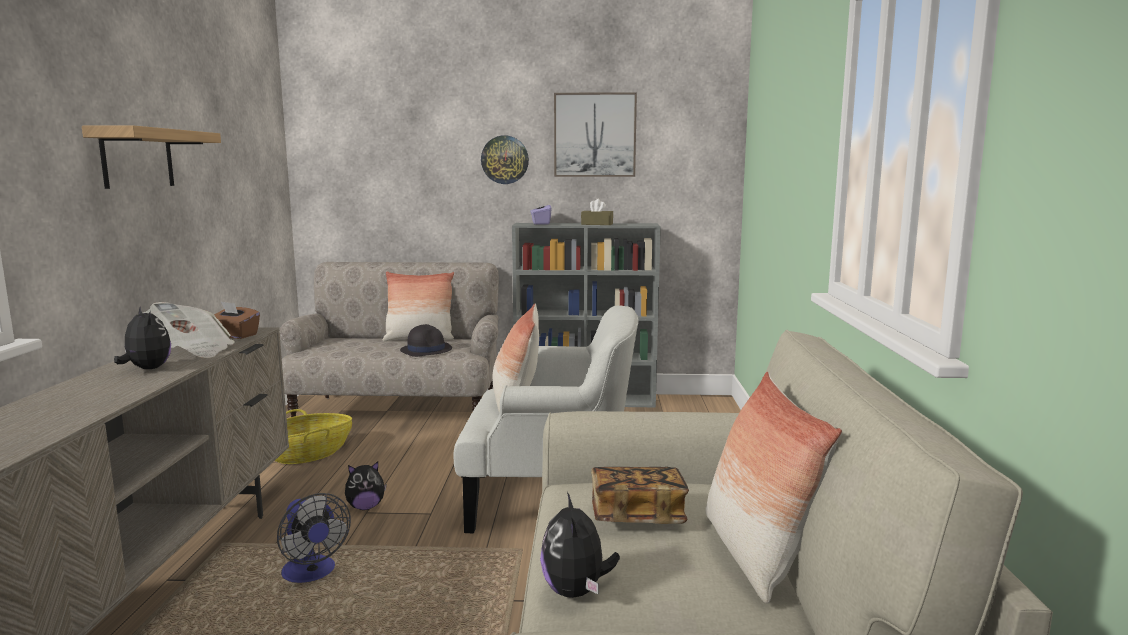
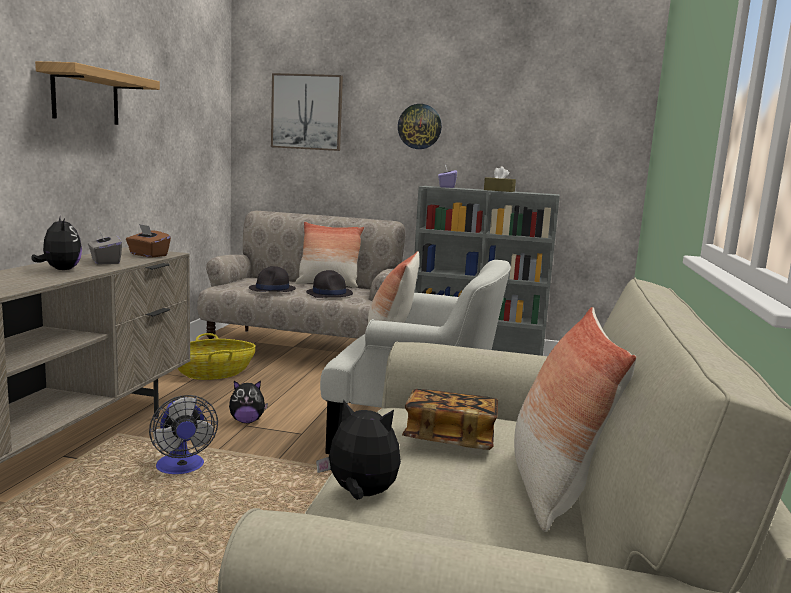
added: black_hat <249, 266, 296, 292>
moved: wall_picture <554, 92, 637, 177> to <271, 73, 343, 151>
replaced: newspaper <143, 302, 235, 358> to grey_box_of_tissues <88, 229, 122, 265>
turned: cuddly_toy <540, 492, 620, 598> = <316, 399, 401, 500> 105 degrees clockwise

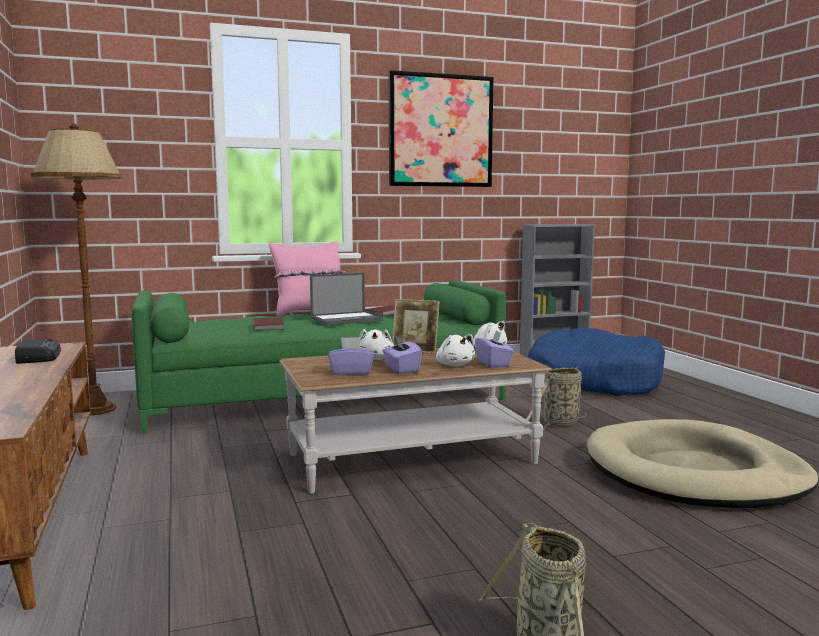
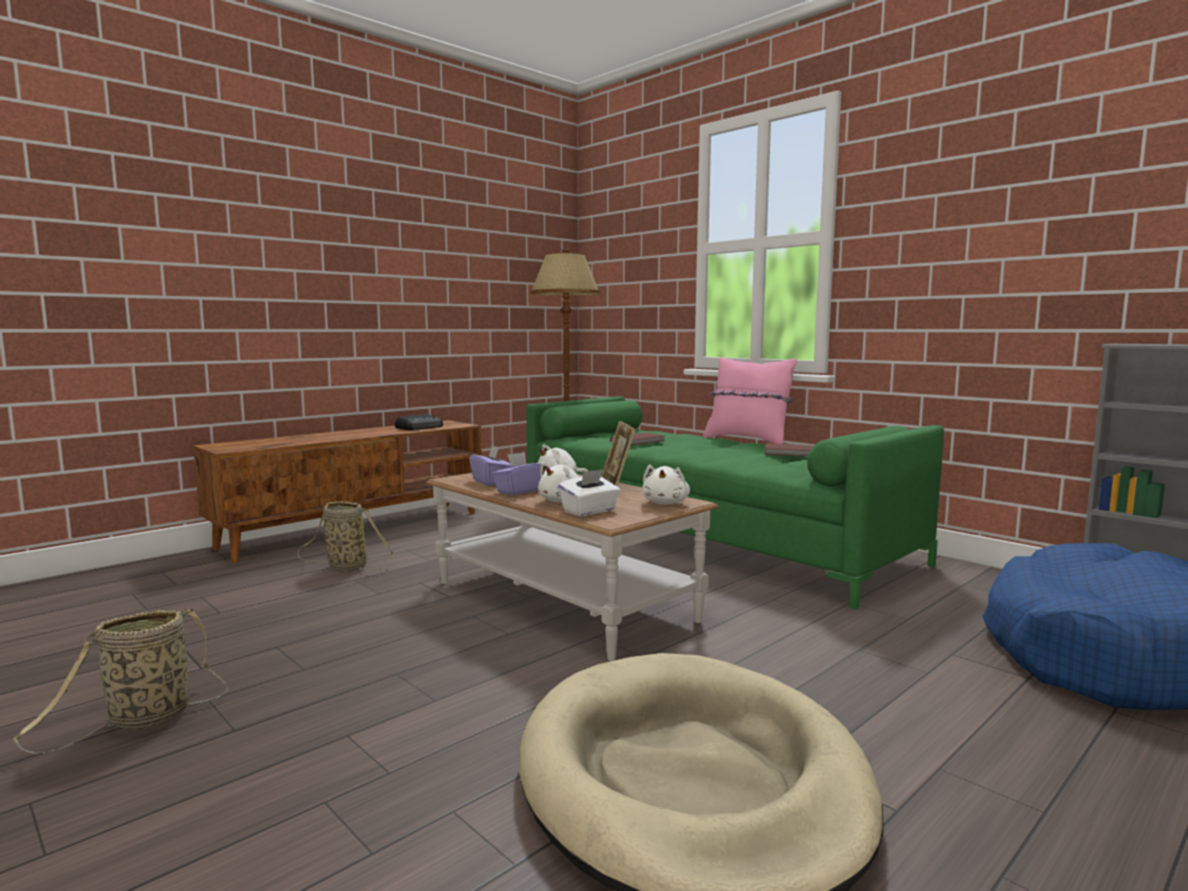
removed: notebook_computer <310, 273, 383, 325>; wall_picture <389, 70, 494, 187>
moved: basket <526, 367, 587, 430> to <298, 501, 394, 572>
recoloured: purple-coloured_box_of_tissues <475, 330, 514, 368> to white-coloured_box_of_tissues <558, 469, 621, 516>

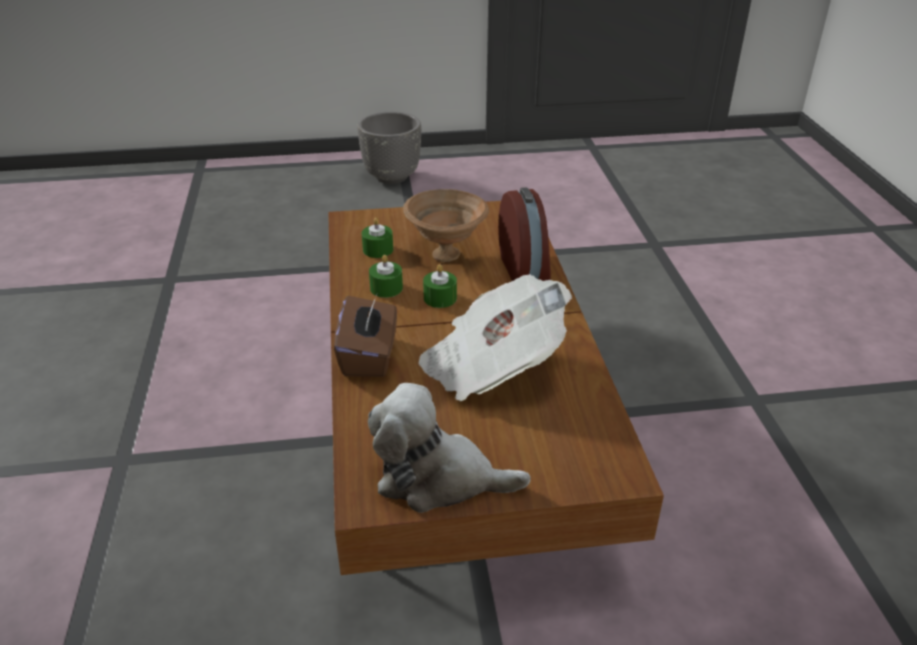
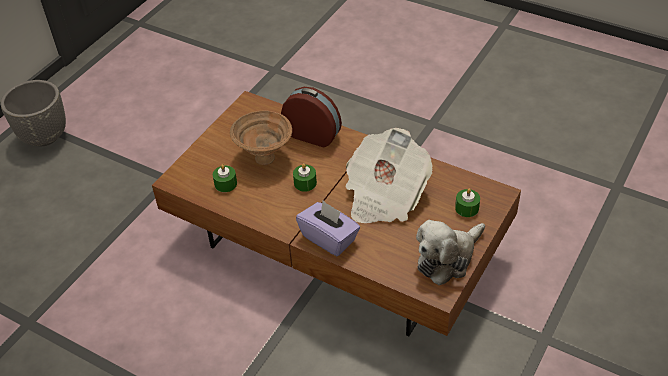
moved: green-coloured_wax_candle <369, 255, 403, 298> to <455, 188, 480, 217>
recoloured: brownish_box_of_tissues <334, 296, 397, 377> to purple-coloured_box_of_tissues <296, 201, 360, 256>

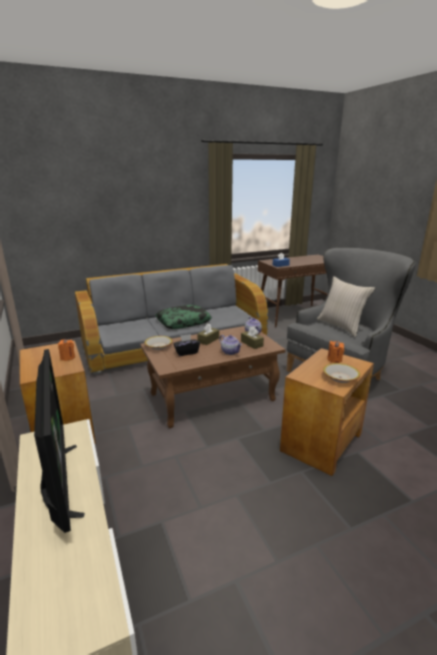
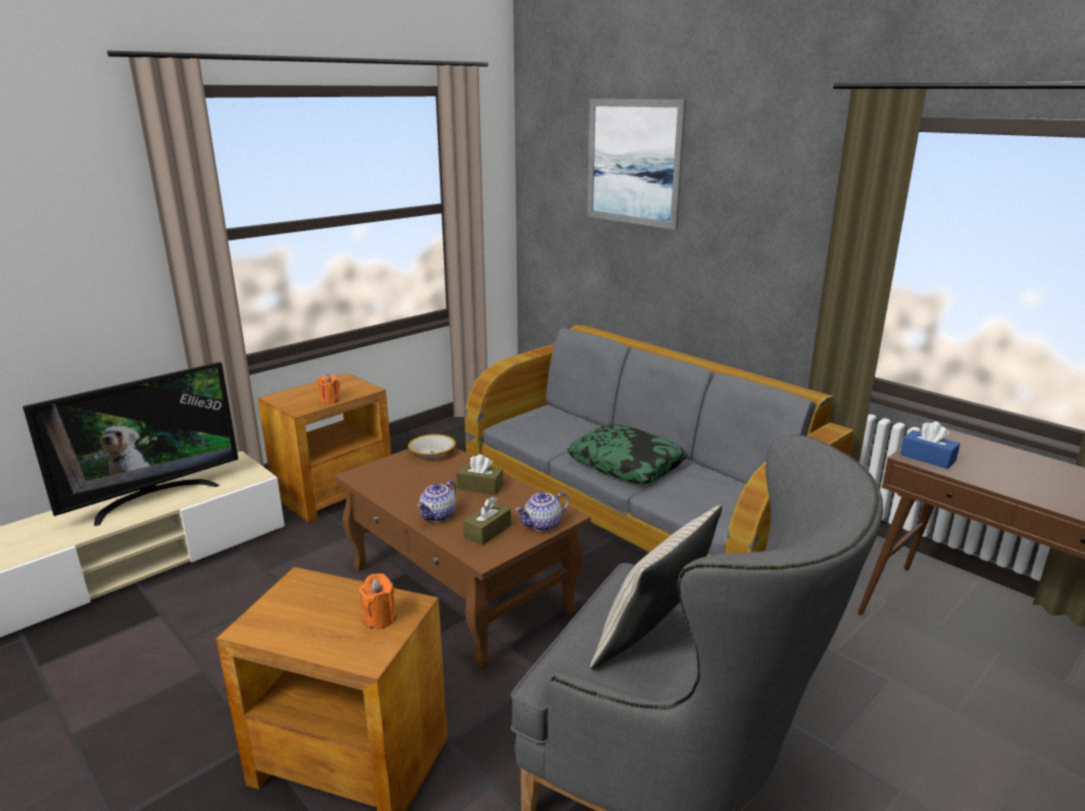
removed: black_box_of_tissues <173, 334, 200, 356>; bowl <323, 363, 360, 383>
added: wall_picture <587, 99, 686, 230>

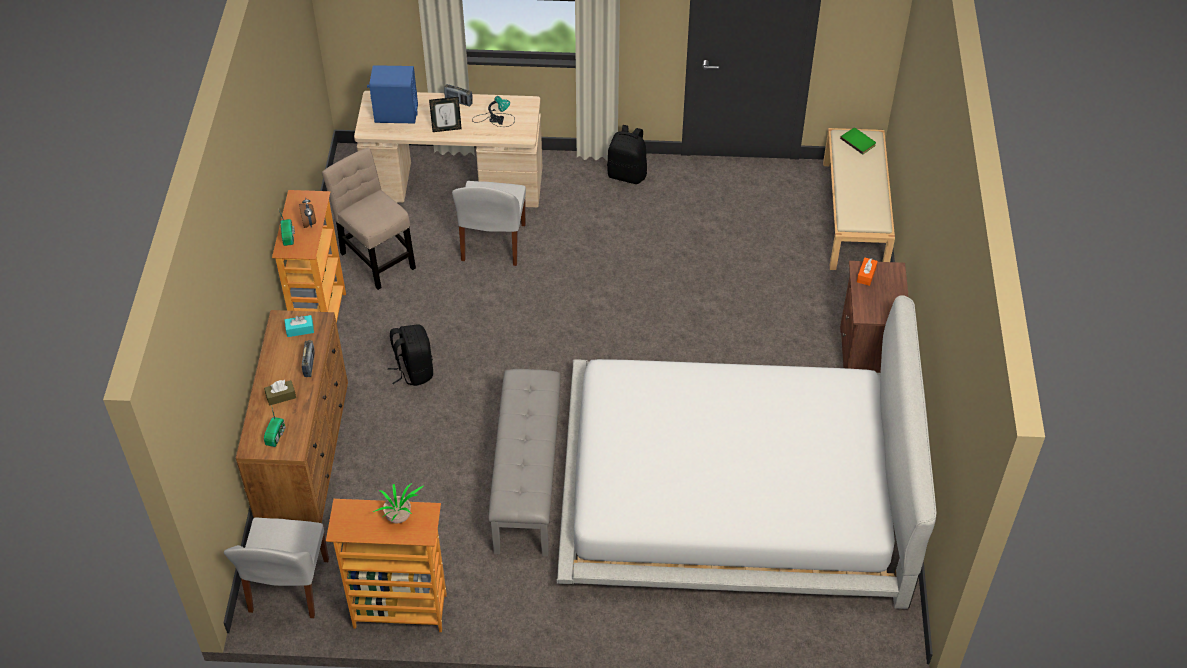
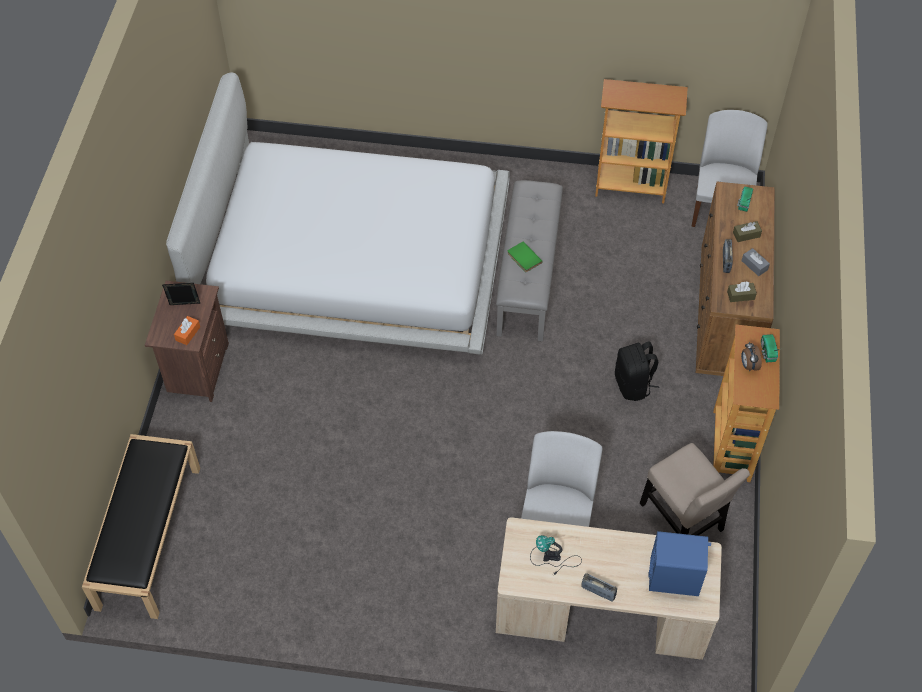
removed: plant_in_a_pot <373, 483, 424, 523>; black_rucksack <607, 125, 647, 184>
added: grey_box_of_tissues <741, 248, 770, 276>
moved: standing_frame <429, 97, 462, 132> to <162, 283, 201, 305>; green-coloured_volume <840, 128, 876, 155> to <508, 241, 542, 272>
recoloured: turquoise-coloured_box_of_tissues <285, 315, 314, 337> to brownish_box_of_tissues <727, 281, 757, 302>; beige-coloured_indoor_bench <823, 128, 895, 270> to black_indoor_bench <82, 434, 200, 619>

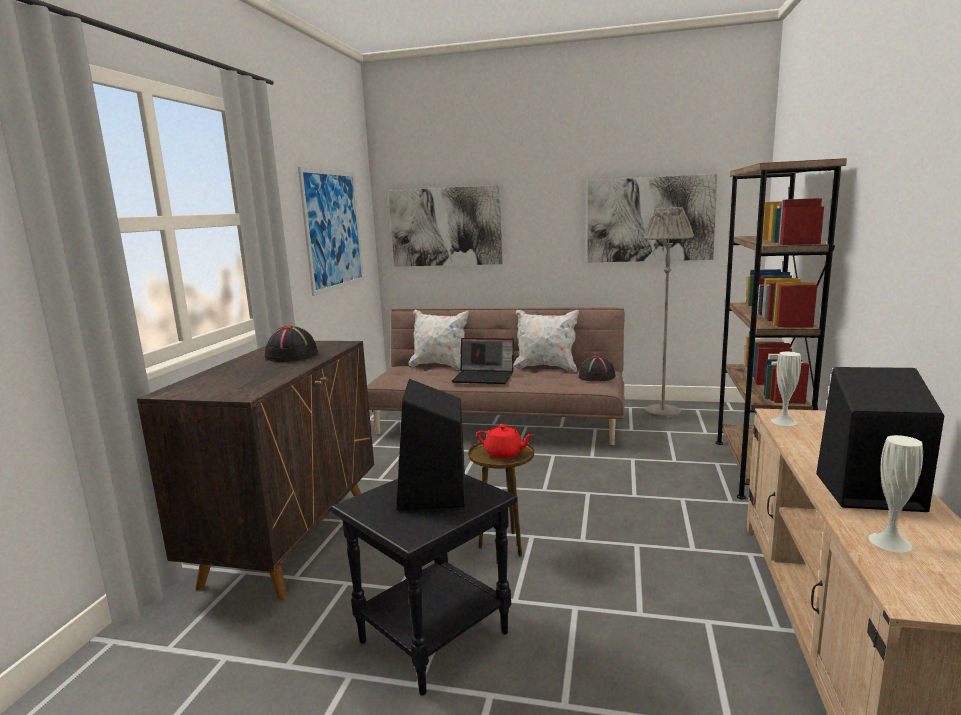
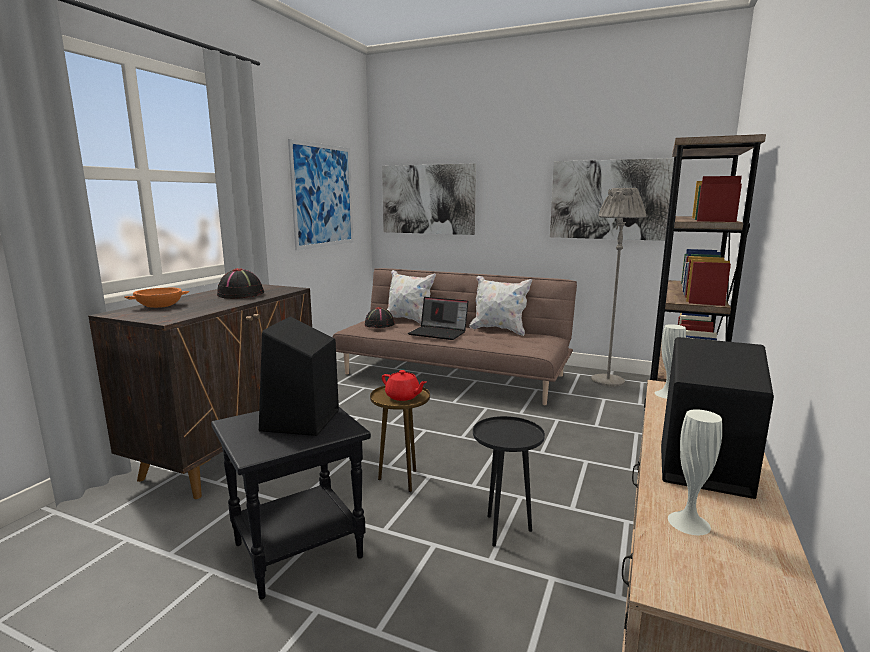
added: orange_bowl <124, 288, 190, 308>; black_side_table <473, 416, 545, 546>
moved: black_hat <578, 355, 616, 382> to <365, 307, 395, 328>

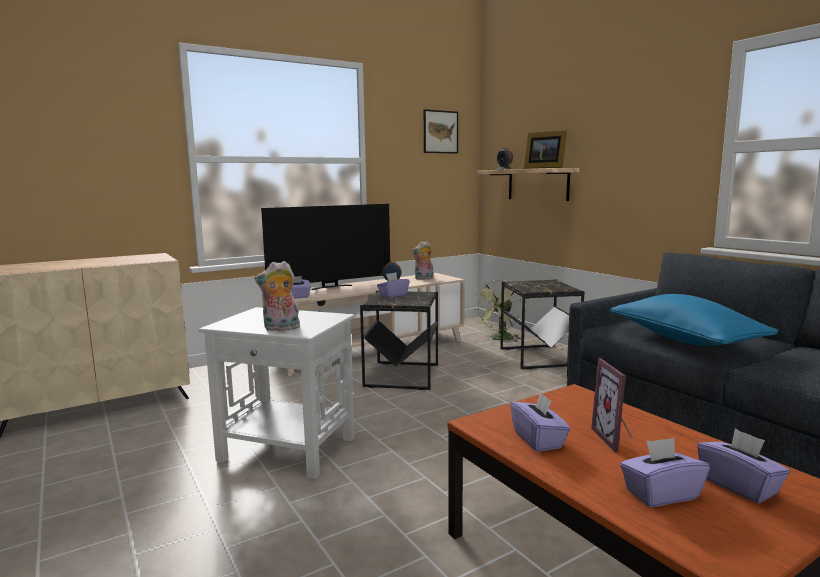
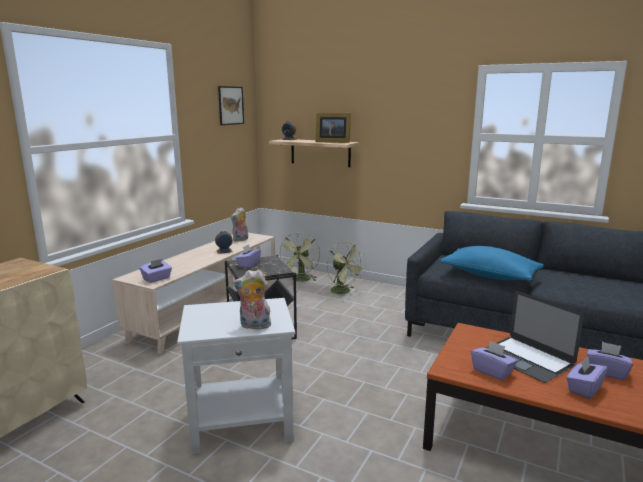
removed: television <261, 204, 390, 290>
replaced: black_side_table <500, 279, 585, 370> to green-coloured_cooling_fan <327, 241, 365, 297>; standing_frame <591, 358, 633, 452> to notebook_computer <486, 291, 584, 383>
turned: cuddly_toy <255, 261, 301, 331> = <233, 270, 274, 329> 45 degrees clockwise

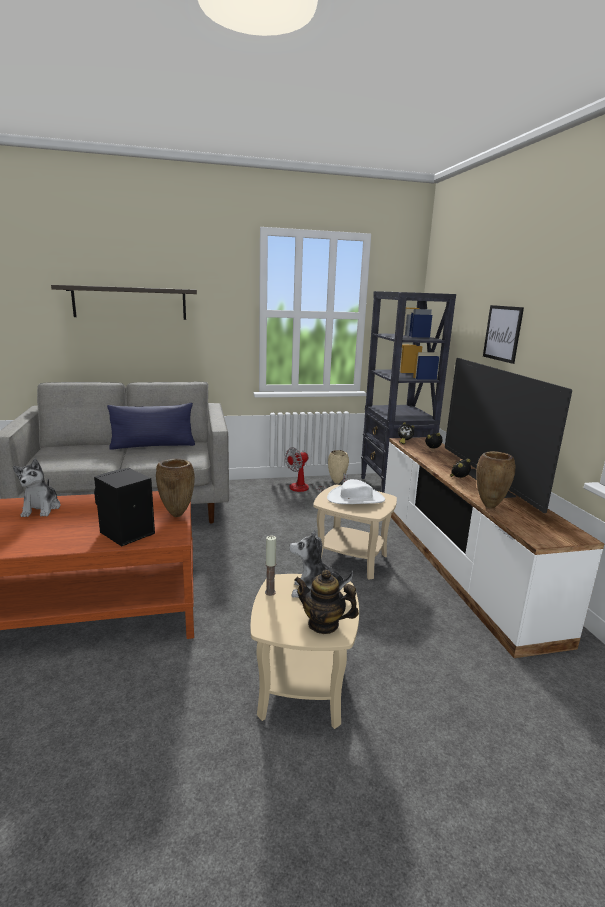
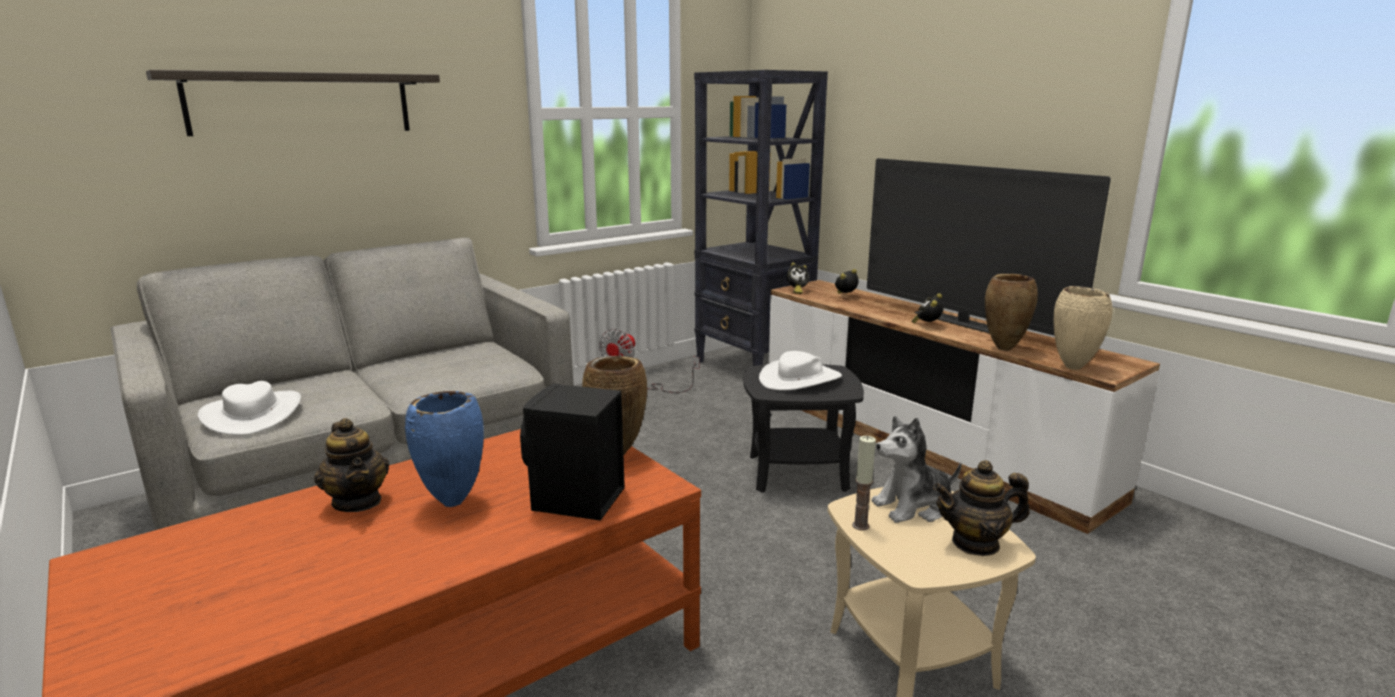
removed: bluish_throw_pillow <107, 403, 195, 450>; wall_picture <483, 305, 524, 364>
added: white-coloured_hat <198, 381, 301, 435>; bluish_flower_vase <405, 391, 484, 507>
moved: beige-coloured_flower_vase <328, 450, 349, 484> to <1053, 286, 1112, 370>
replaced: cuddly_toy <13, 459, 60, 517> to teapot <314, 418, 389, 512>
recoloured: beige-coloured_side_table <313, 485, 397, 580> to black_side_table <743, 364, 864, 493>

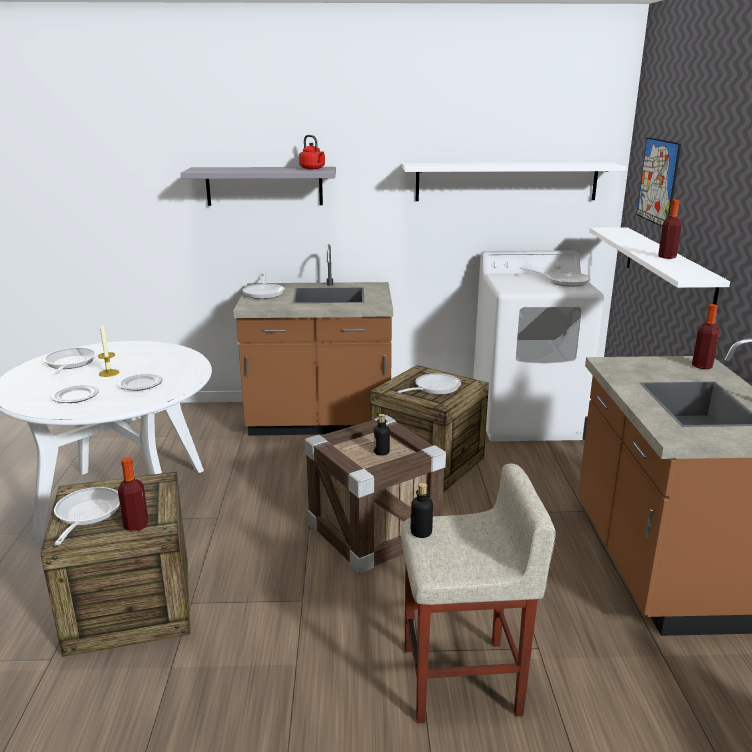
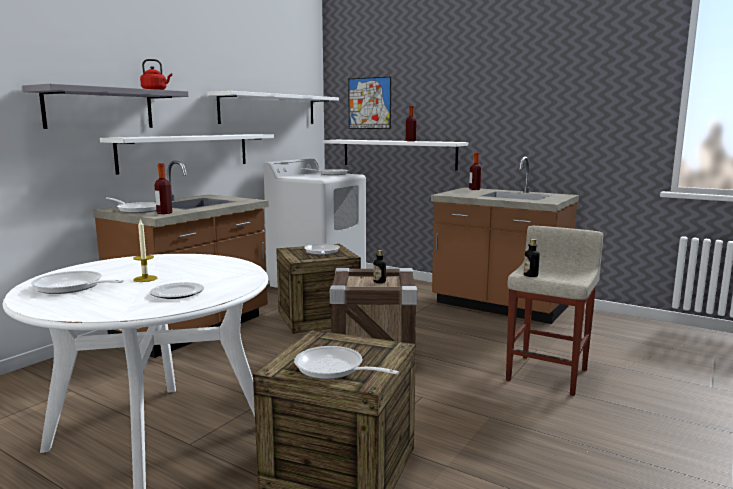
removed: plate <118, 373, 163, 391>
added: white-coloured_wall_shelf <100, 134, 274, 175>
moved: drink_bottle <118, 457, 149, 532> to <154, 163, 172, 214>

